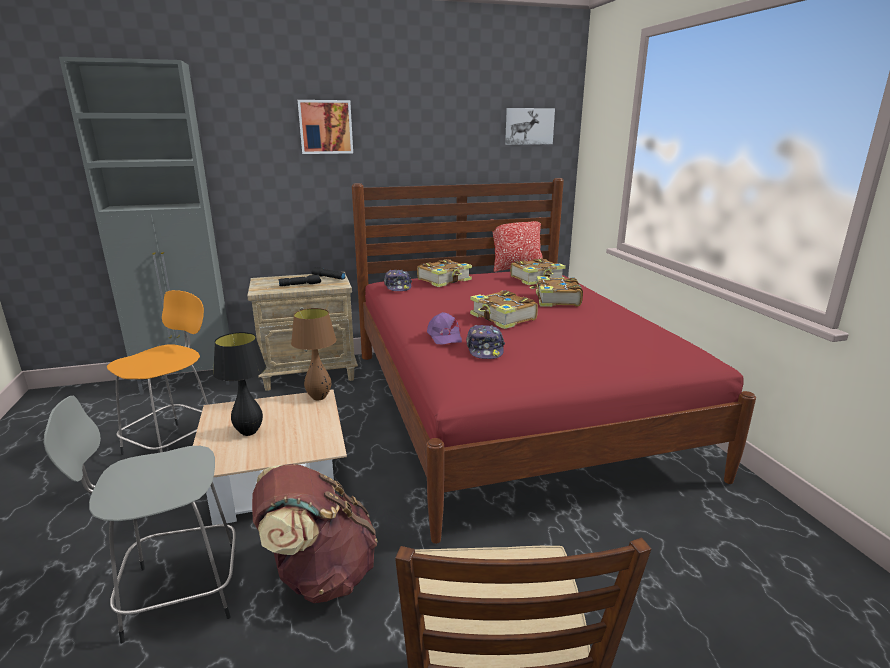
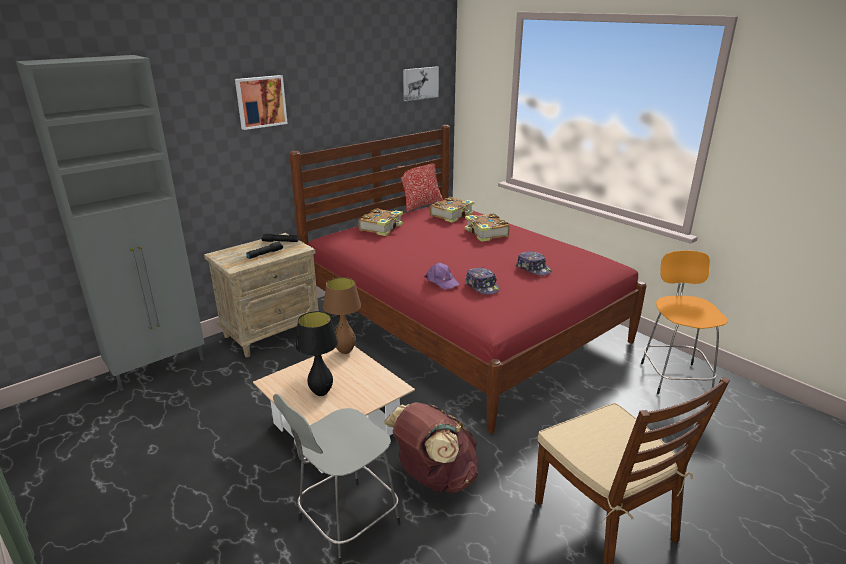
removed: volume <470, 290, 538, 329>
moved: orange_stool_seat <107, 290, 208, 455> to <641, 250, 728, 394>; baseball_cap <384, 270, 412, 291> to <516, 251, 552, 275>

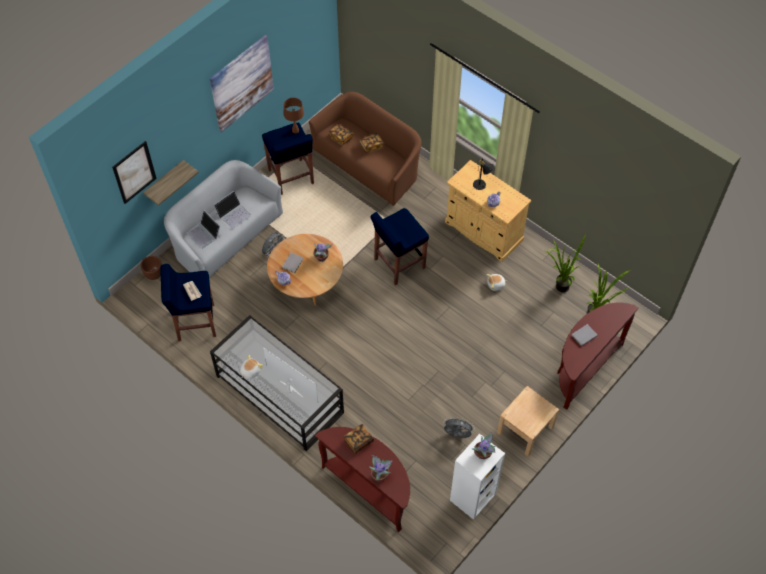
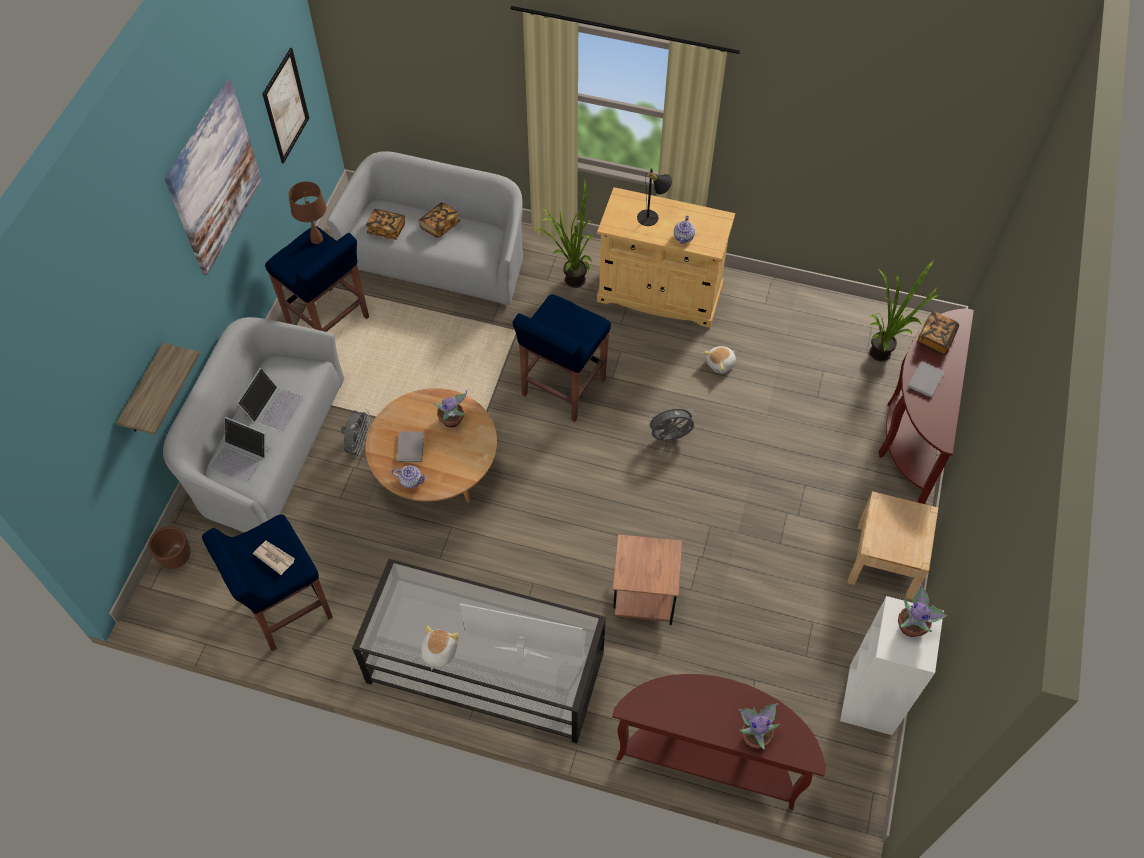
added: brownish_side_table <613, 534, 682, 625>
moved: wall_picture <112, 141, 157, 204> to <262, 48, 309, 164>; volume <344, 424, 374, 454> to <917, 311, 959, 355>; grey_cooling_fan <443, 417, 475, 438> to <646, 405, 695, 441>; plant_in_a_pot <545, 233, 586, 293> to <536, 181, 595, 288>
recoloured: brownish_couch <309, 92, 421, 206> to grey_couch <327, 151, 523, 306>

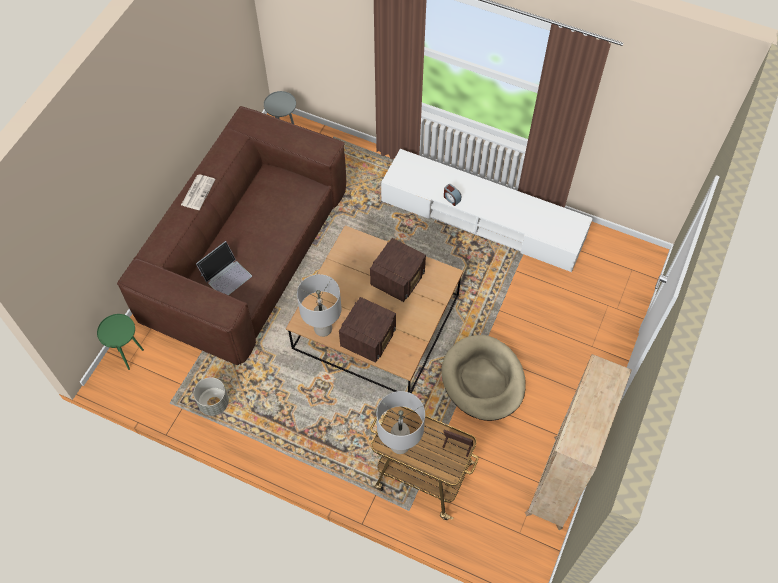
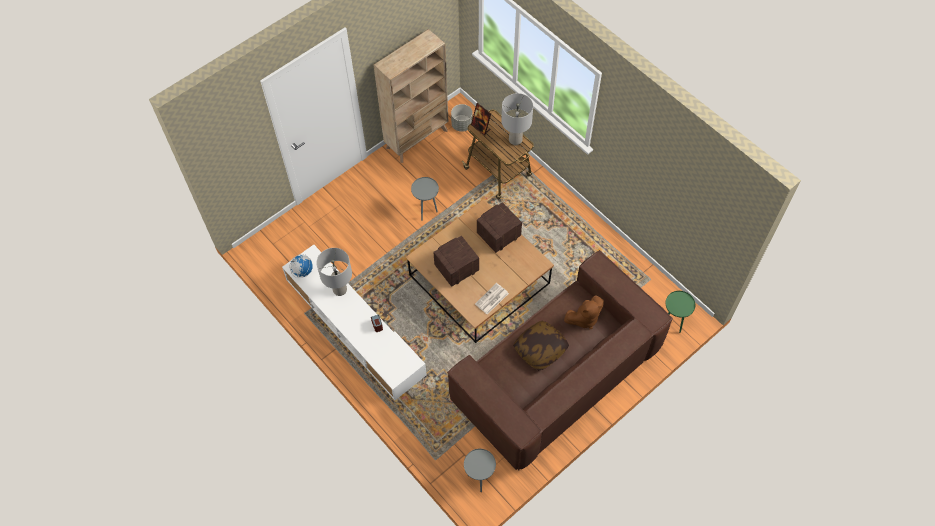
added: desk_globe <290, 254, 313, 278>; throw_pillow <513, 320, 569, 371>
moved: newspaper <181, 174, 216, 210> to <475, 283, 509, 315>; grey_plant_pot <194, 377, 229, 416> to <451, 104, 473, 132>; grey_table_lamp <297, 274, 341, 337> to <316, 248, 352, 296>
replaced: notebook_computer <196, 241, 252, 295> to brownish_cuddly_toy <564, 296, 604, 329>; beige-coloured_dog_bed <441, 335, 526, 421> to grey_side_table <411, 177, 439, 221>

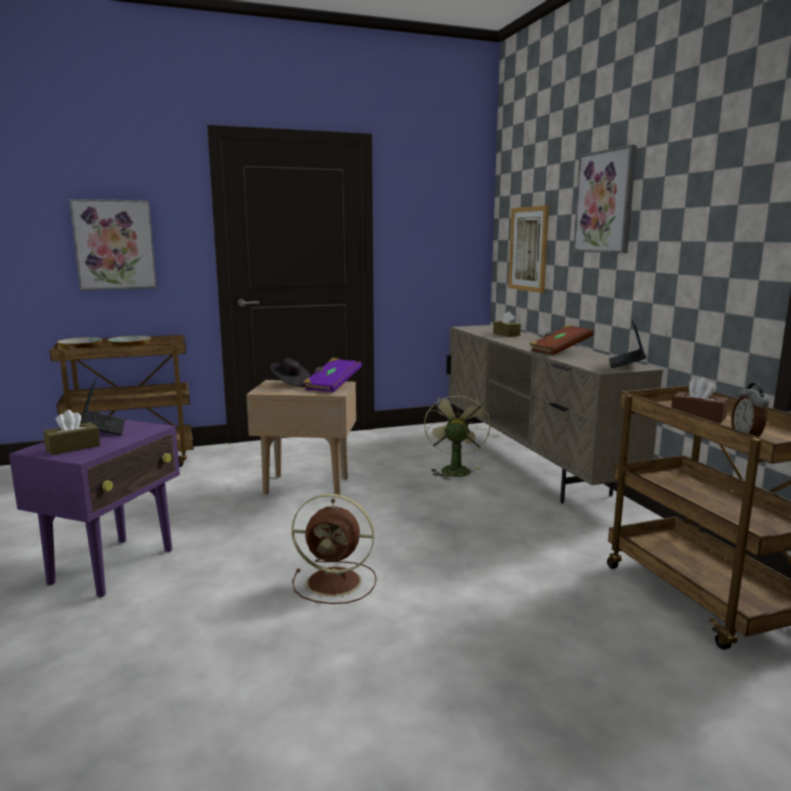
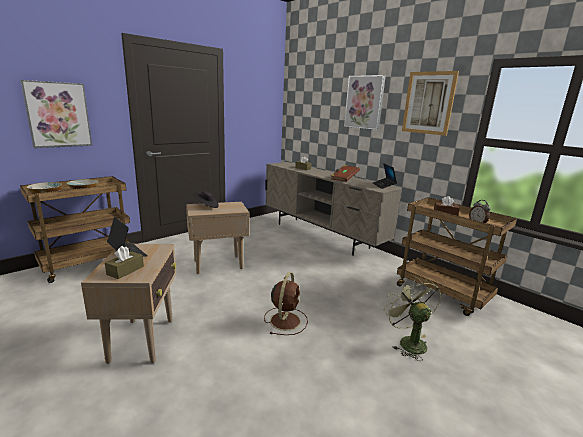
removed: purple-coloured_volume <303, 358, 362, 392>
moved: green-coloured_cooling_fan <424, 392, 490, 480> to <384, 277, 441, 361>; wall_picture <508, 205, 549, 293> to <402, 71, 459, 136>
recoloured: purple-coloured_side_table <9, 420, 180, 597> to beige-coloured_side_table <81, 244, 176, 364>
turned: brownish_cooling_fan <292, 494, 377, 604> = <264, 272, 308, 335> 60 degrees counterclockwise

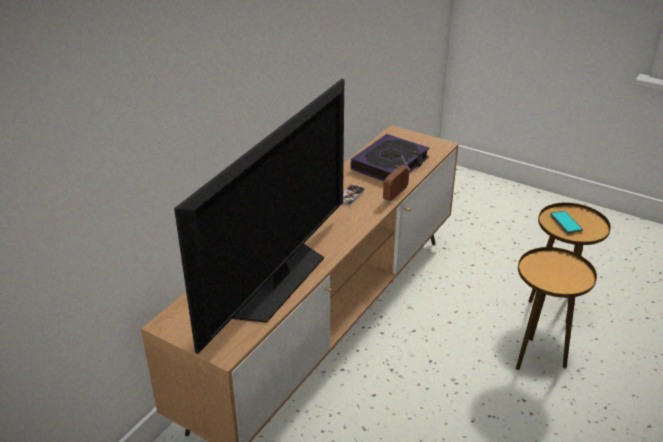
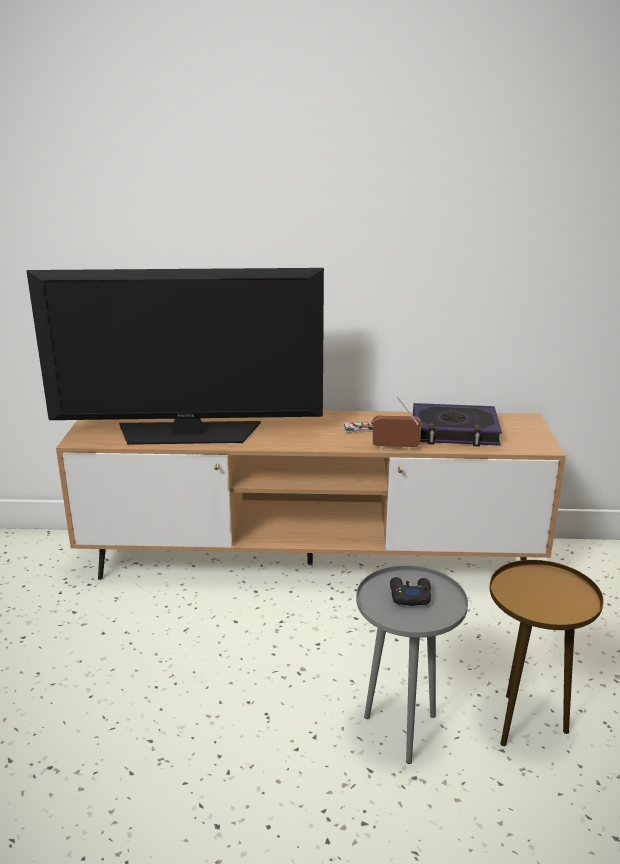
removed: telephone <550, 211, 583, 233>
added: black_joypad <390, 577, 431, 606>
recoloured: brownish_side_table <516, 247, 597, 370> to grey_side_table <356, 565, 468, 764>

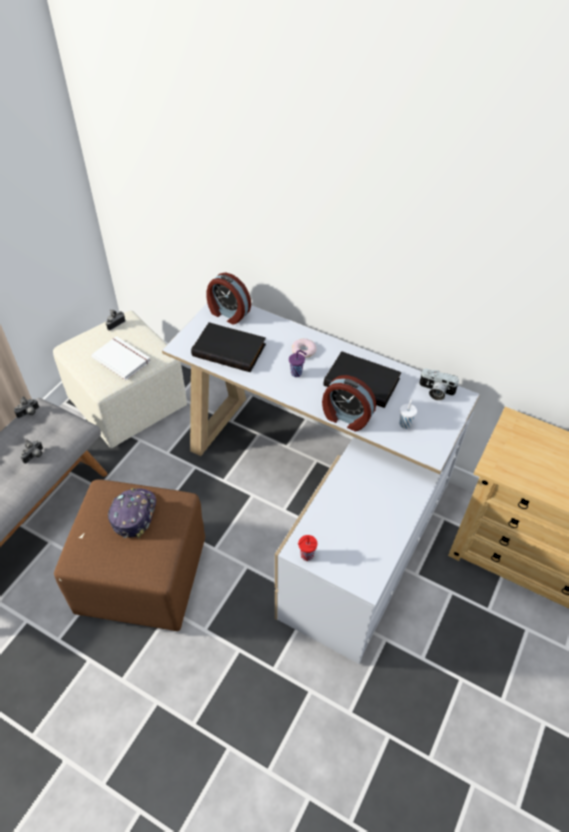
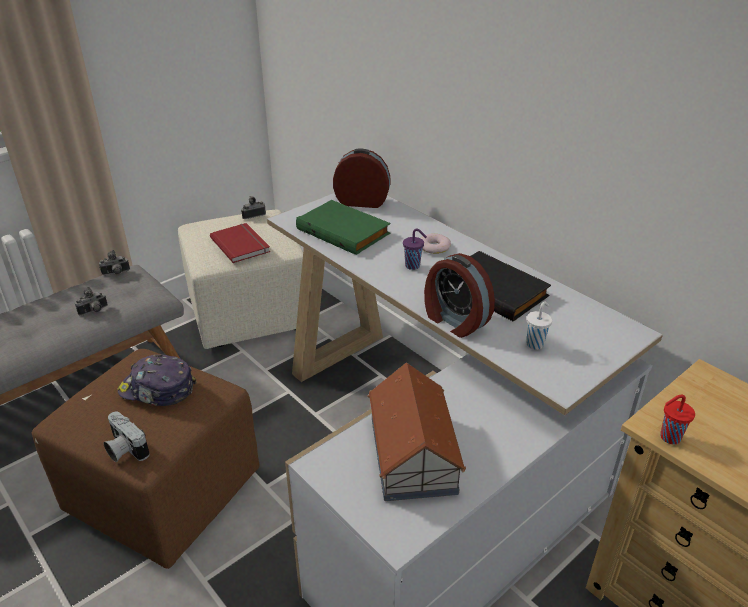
added: model_house <368, 362, 466, 501>
moved: reddish_cup <298, 535, 317, 561> to <660, 394, 695, 444>; still_camera <419, 368, 459, 400> to <104, 412, 150, 462>
recoloured: white-coloured_volume <91, 336, 150, 380> to reddish_volume <210, 223, 270, 263>; black_volume <191, 322, 266, 372> to green-coloured_volume <296, 200, 390, 255>
turned: baseball_cap <108, 488, 156, 539> = <118, 355, 197, 406> 105 degrees counterclockwise; alarm_clock <206, 272, 251, 325> = <333, 149, 391, 208> 135 degrees clockwise

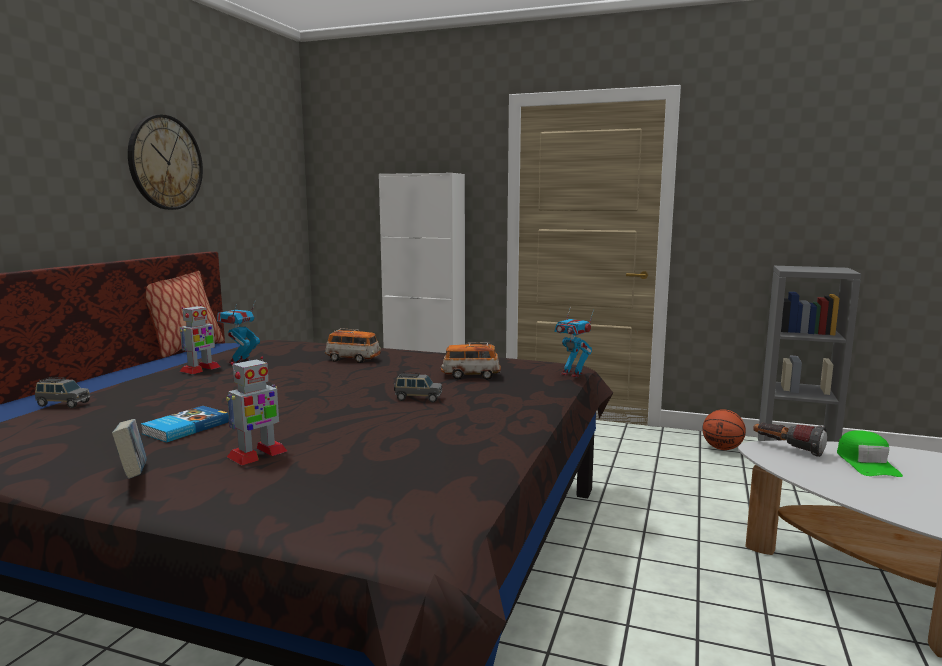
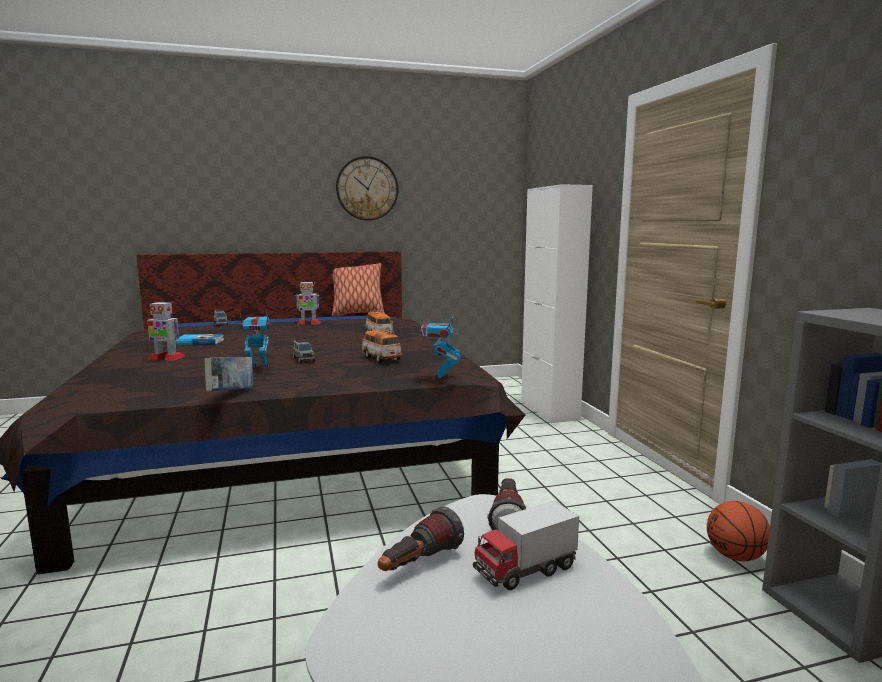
added: hand_torch <378, 506, 464, 571>
moved: volume <112, 419, 147, 479> to <204, 357, 253, 392>; toy_robot <217, 303, 260, 363> to <239, 310, 271, 370>
replaced: green-coloured_baseball_cap <837, 430, 903, 477> to model_truck <473, 501, 579, 590>

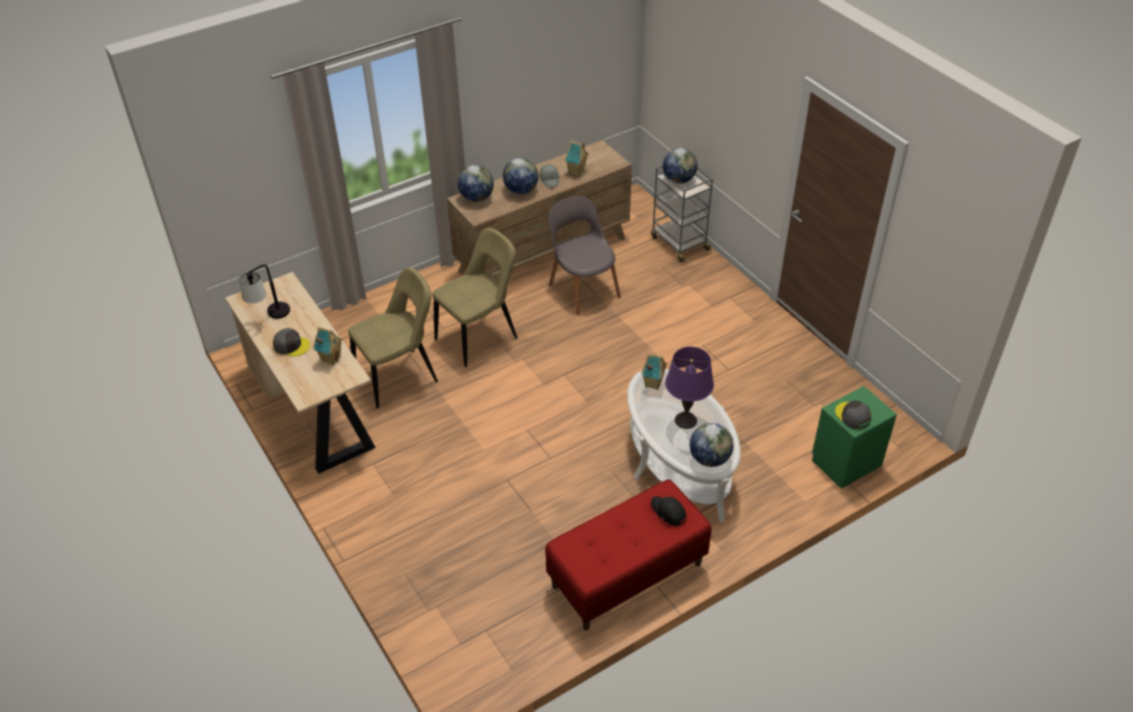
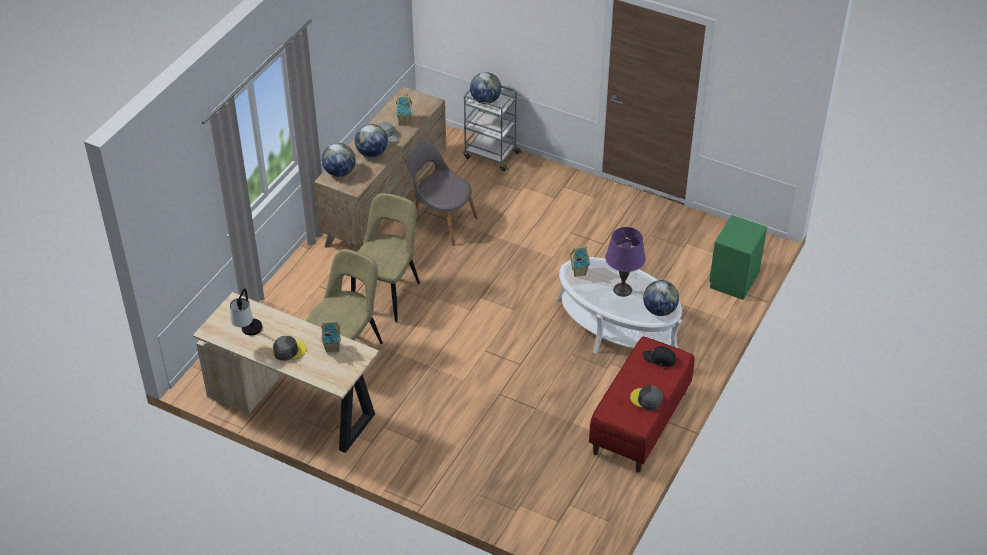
moved: grey_baseball_cap <835, 401, 871, 430> to <630, 385, 663, 411>

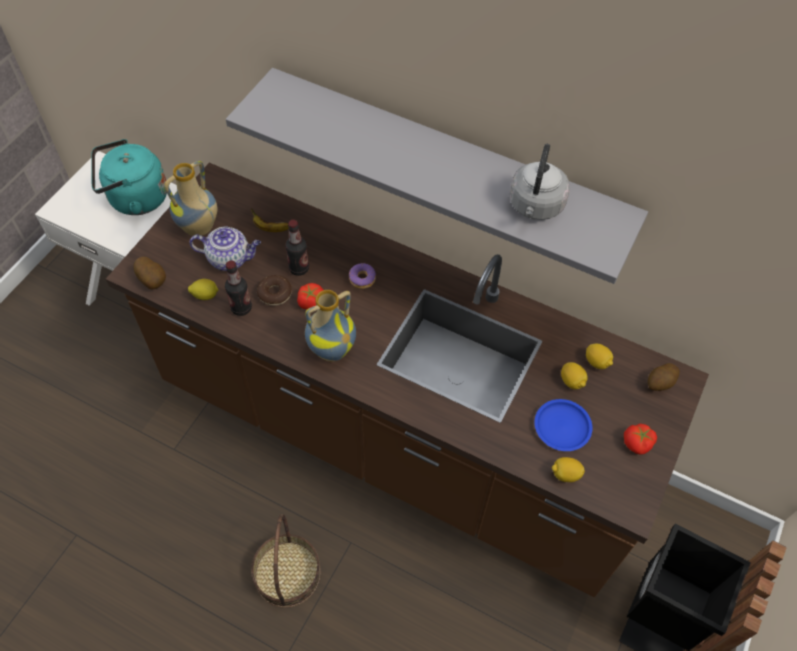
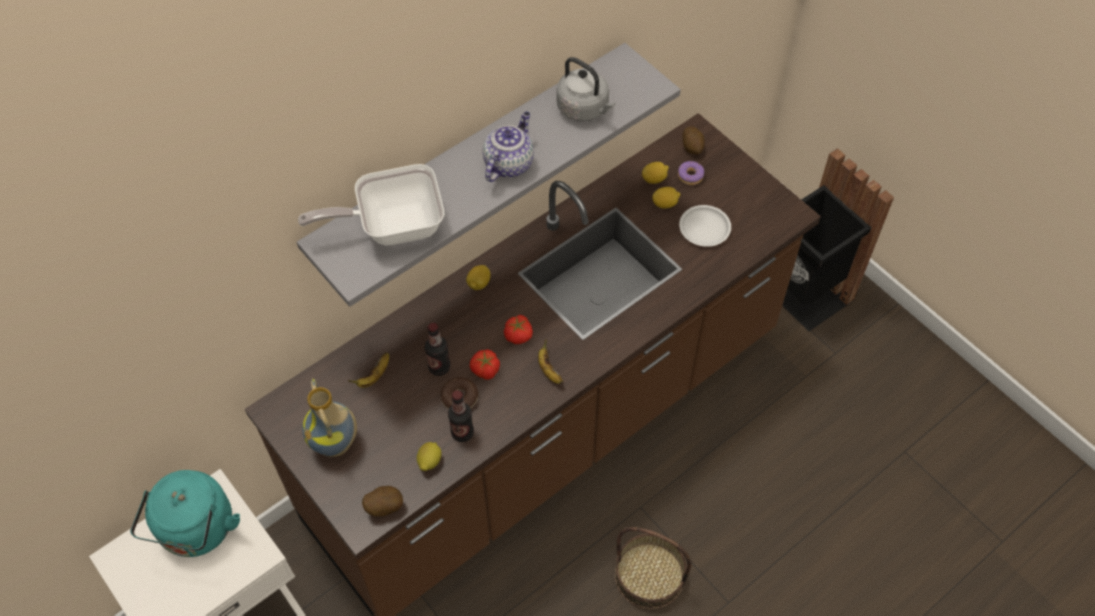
added: skillet <298, 164, 444, 245>
moved: teapot <189, 227, 261, 271> to <482, 112, 534, 182>; doughnut <349, 263, 376, 289> to <678, 161, 704, 185>; citrus_fruit <552, 457, 585, 482> to <466, 265, 491, 290>; whole_tomato <624, 424, 657, 455> to <504, 315, 533, 344>
replaced: flower_vase <305, 290, 356, 362> to banana <538, 339, 563, 384>
recoloured: bluish_plate <534, 399, 593, 451> to white-coloured_plate <679, 205, 731, 247>

